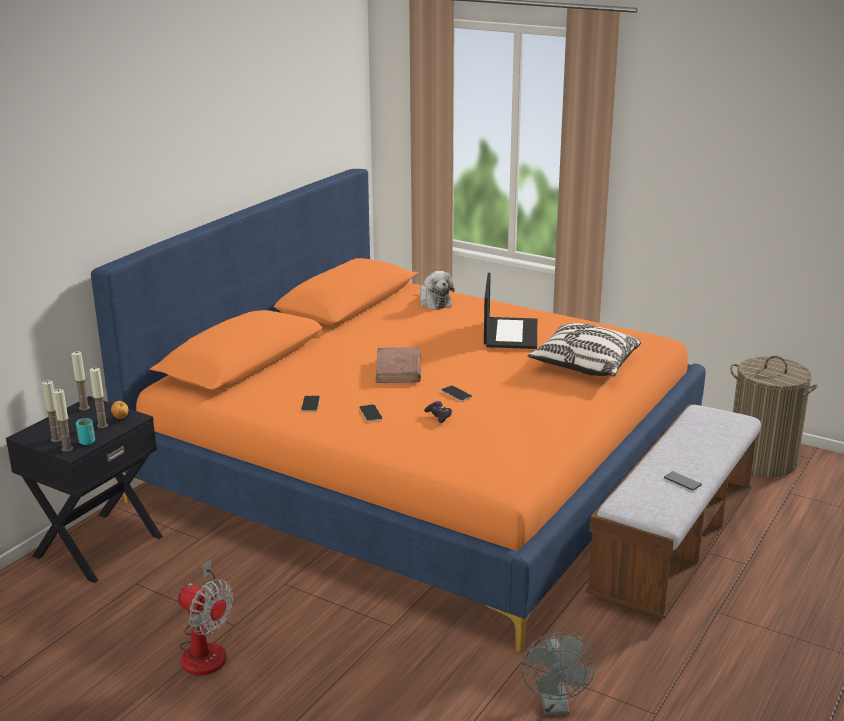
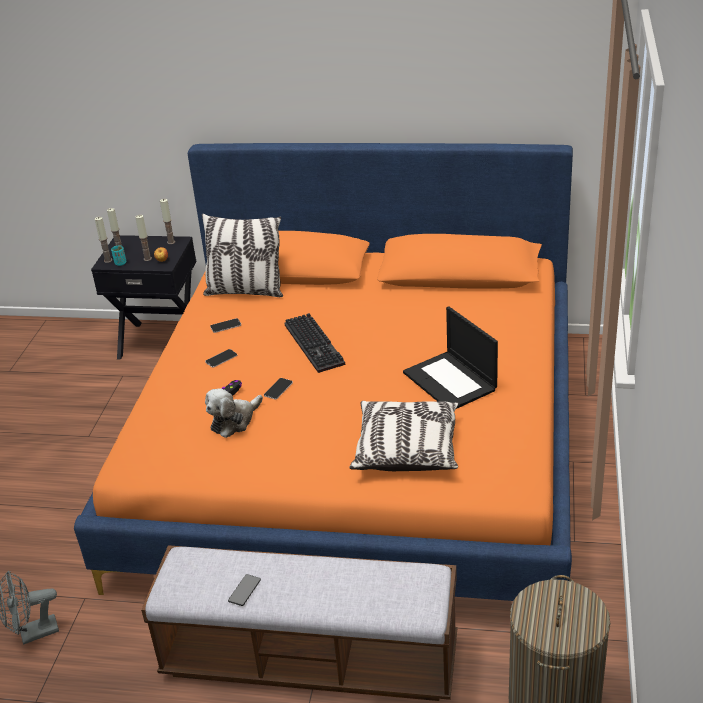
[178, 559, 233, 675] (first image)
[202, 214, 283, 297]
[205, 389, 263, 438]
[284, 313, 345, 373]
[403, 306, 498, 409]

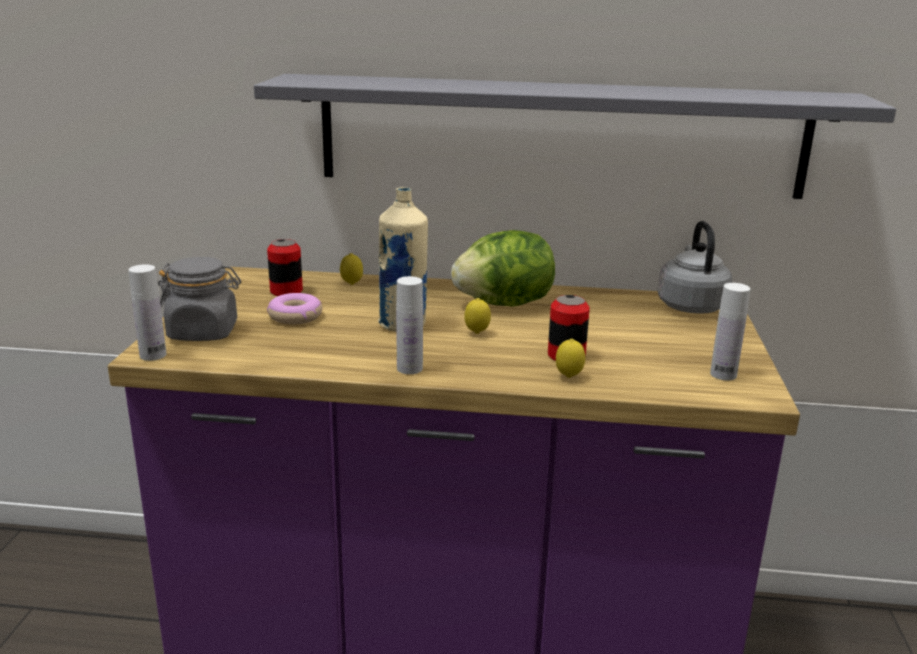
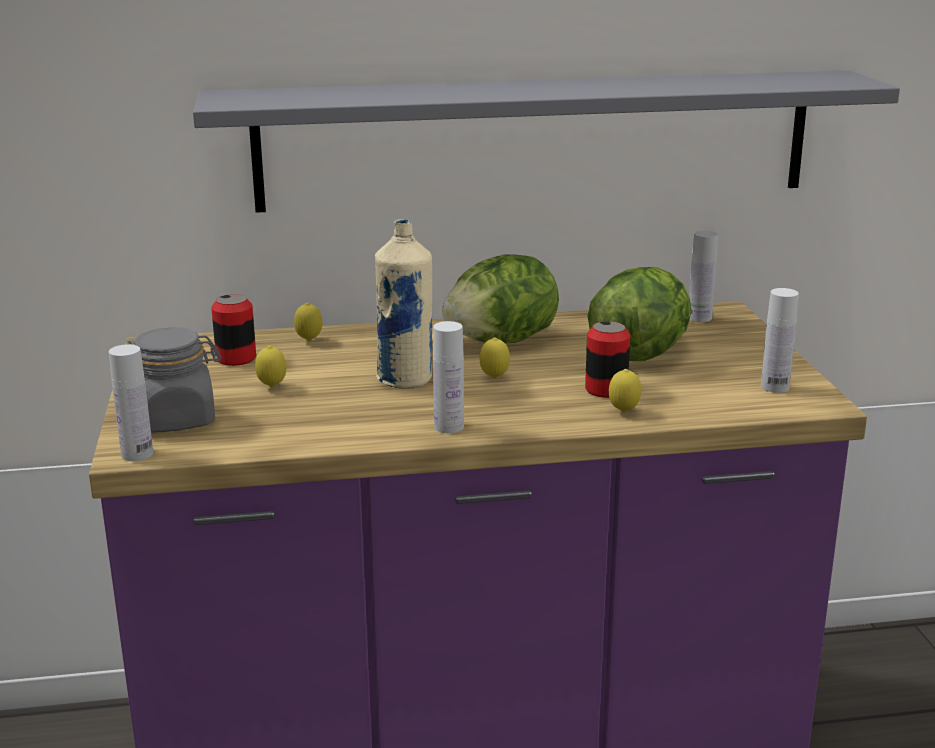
[587, 267, 691, 361]
[255, 346, 287, 387]
[689, 231, 718, 322]

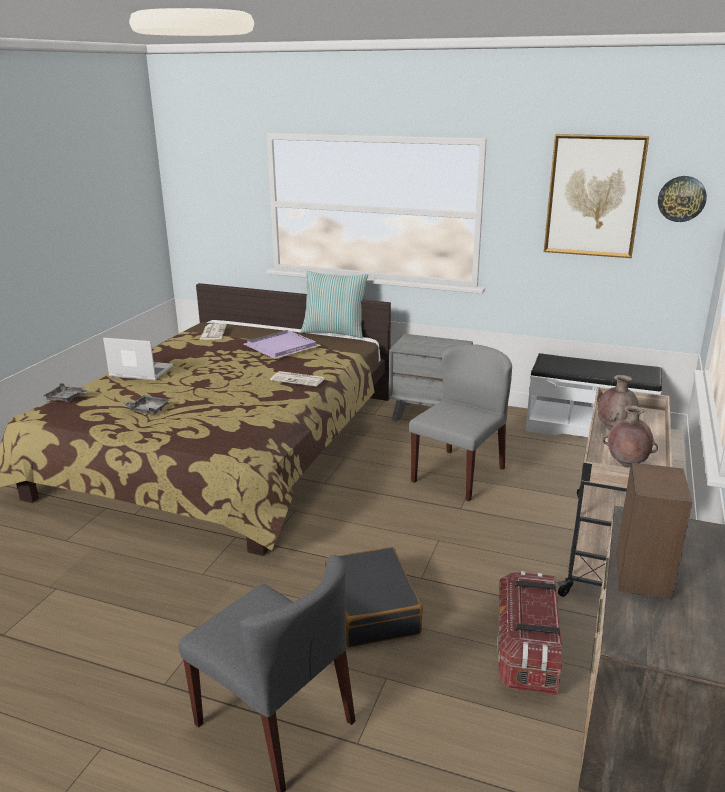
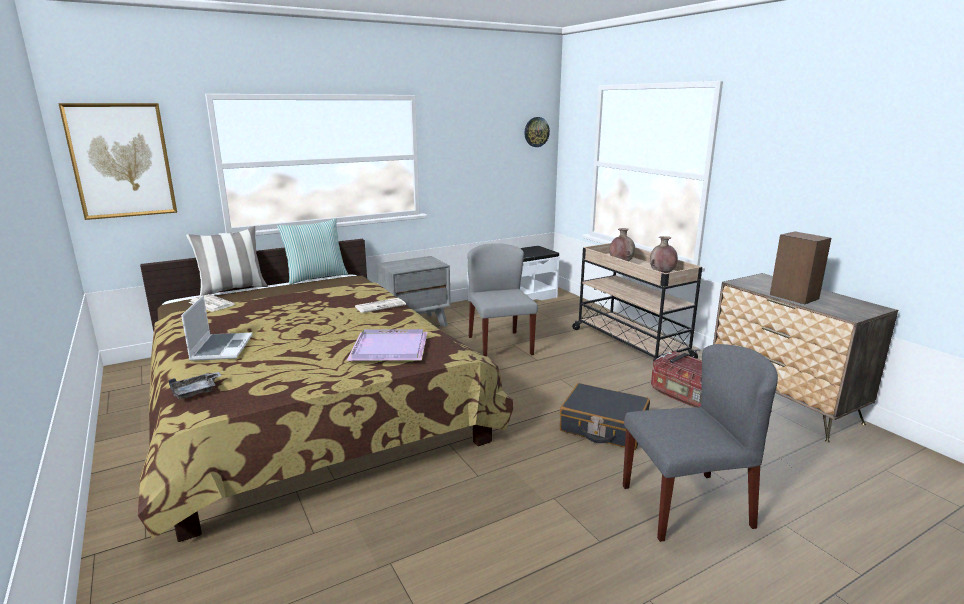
[122, 395, 170, 415] (first image)
[186, 226, 268, 296]
[346, 329, 427, 362]
[58, 103, 177, 220]
[181, 295, 252, 361]

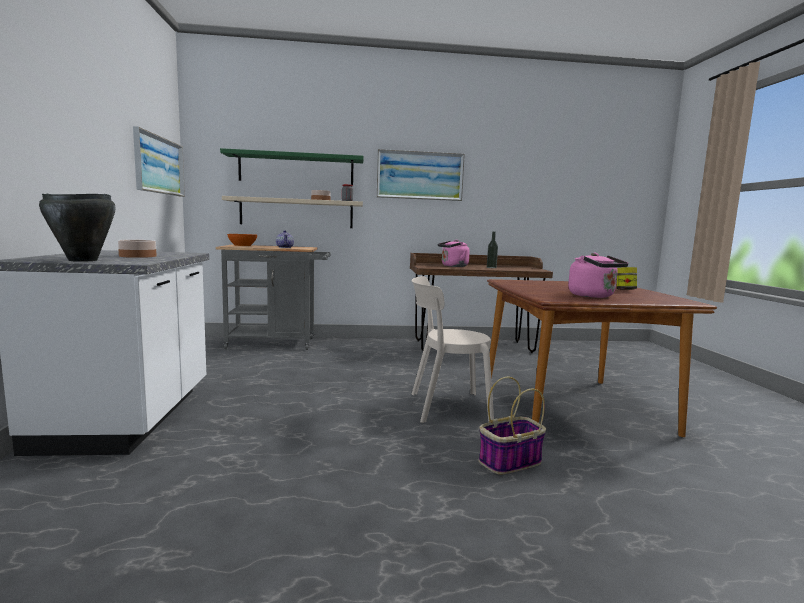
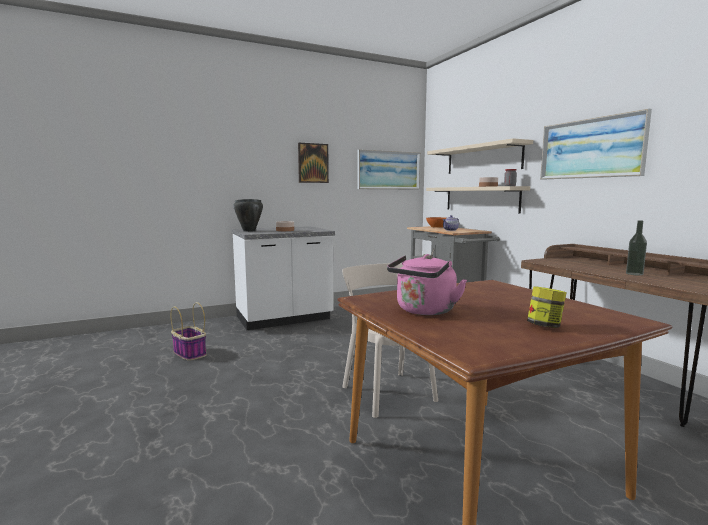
[438, 240, 470, 267] (first image)
[298, 143, 329, 183]
[170, 302, 206, 361]
[427, 138, 533, 174]

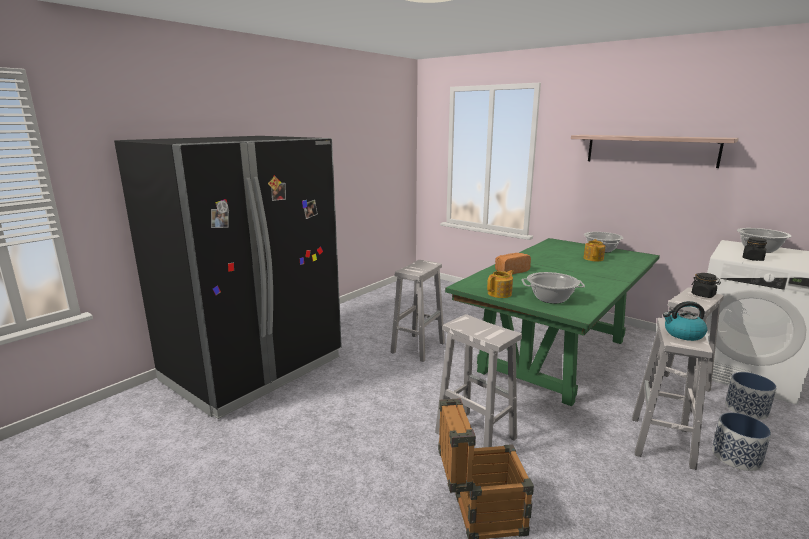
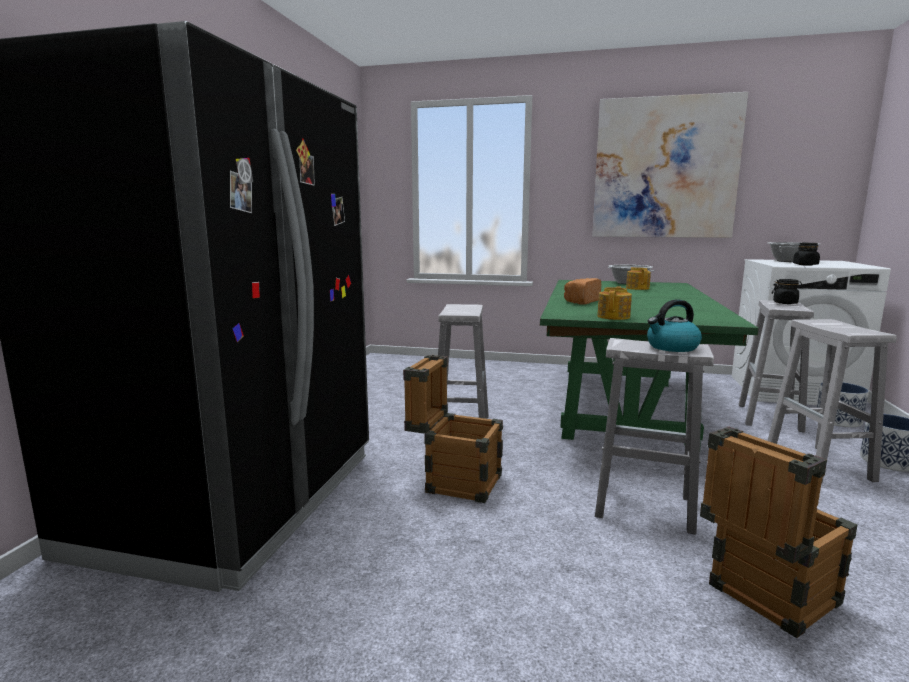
[522, 272, 585, 304] (first image)
[403, 355, 503, 503]
[647, 299, 702, 352]
[592, 92, 748, 238]

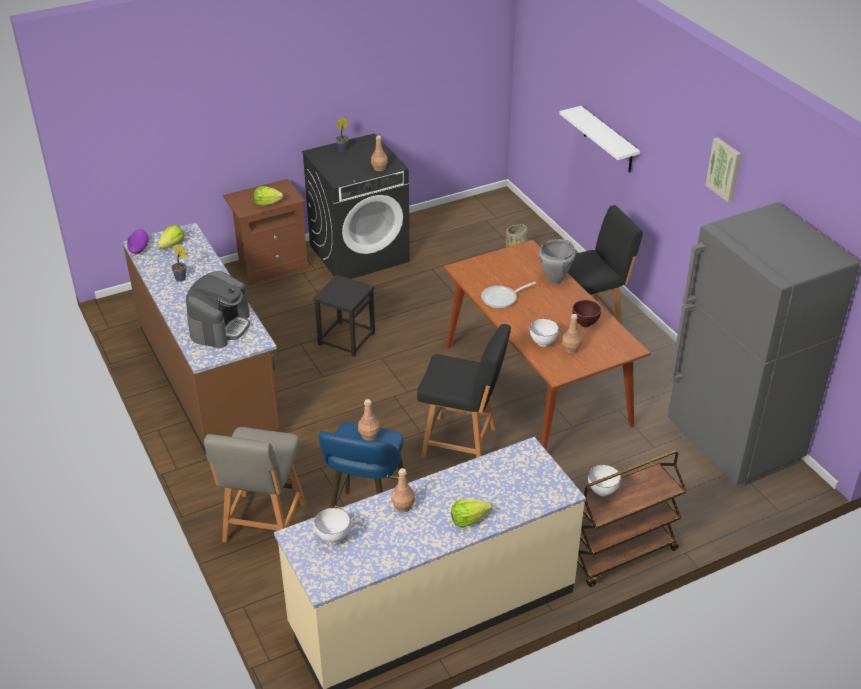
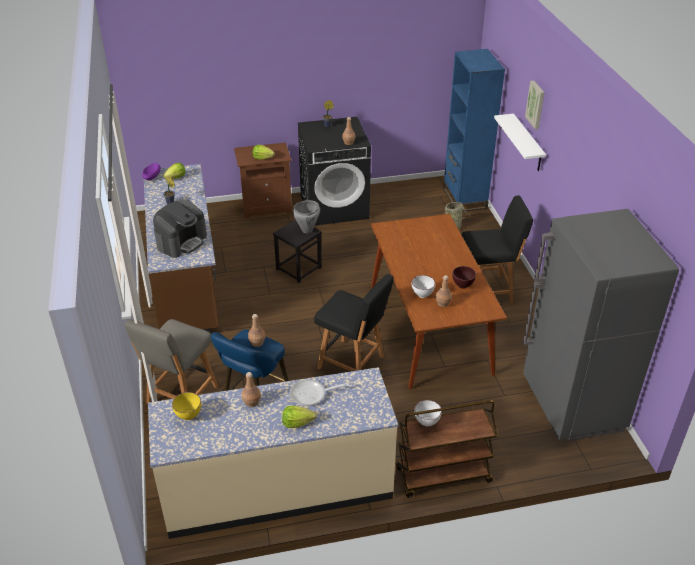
[443, 49, 505, 212]
[290, 379, 349, 406]
[293, 200, 320, 233]
[525, 81, 545, 129]
[172, 392, 201, 420]

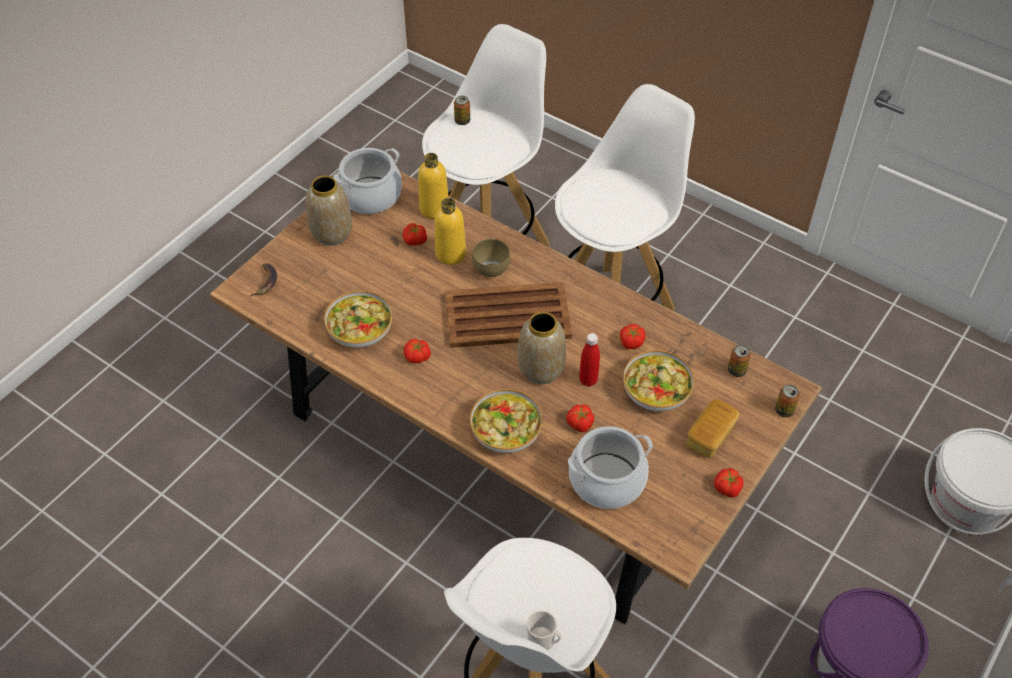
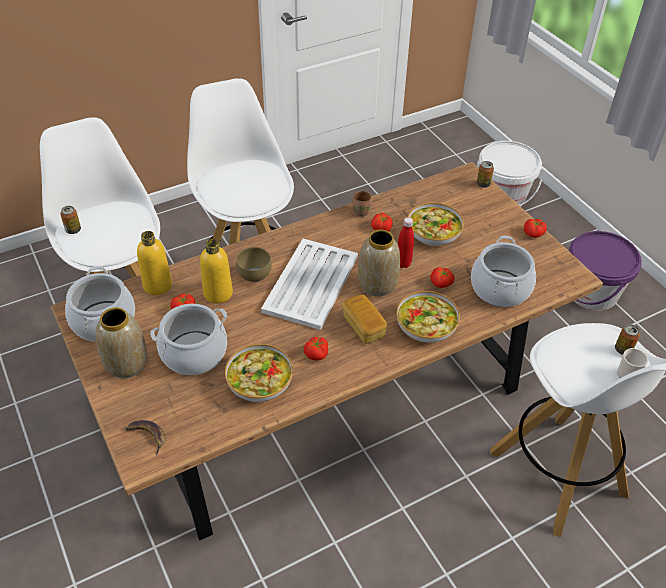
[150, 304, 227, 375]
[353, 191, 372, 217]
[342, 295, 387, 344]
[615, 324, 640, 355]
[261, 239, 358, 330]

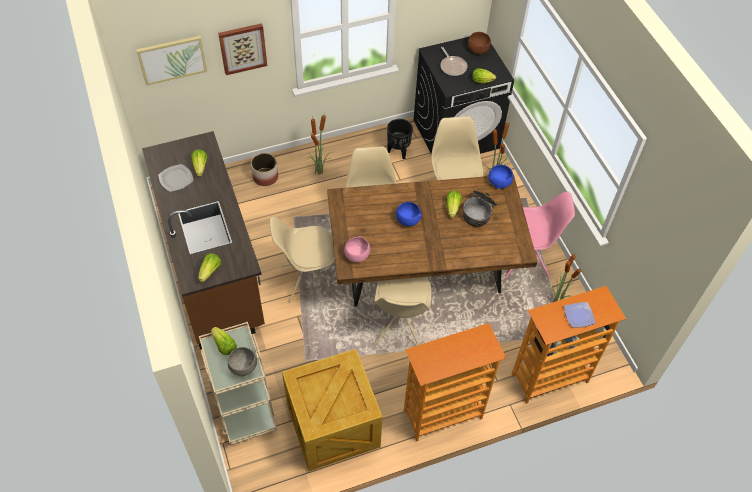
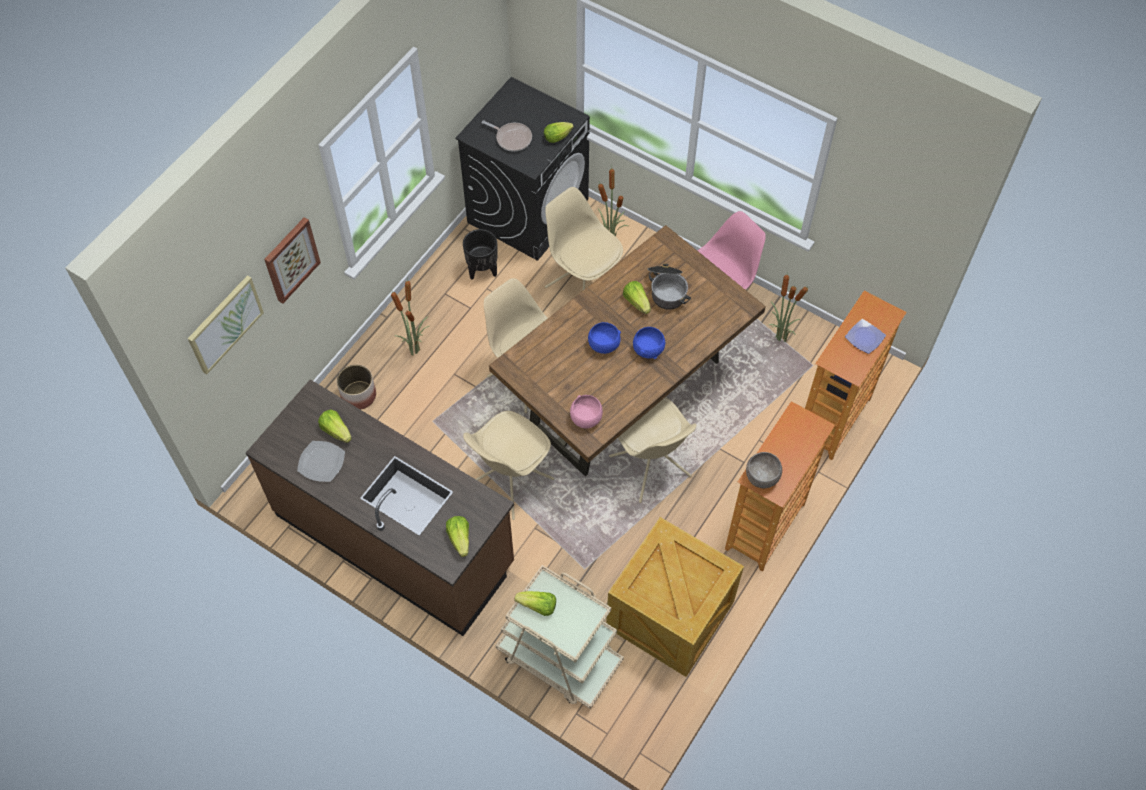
[468, 32, 491, 54] (first image)
[746, 452, 782, 488]
[633, 327, 665, 359]

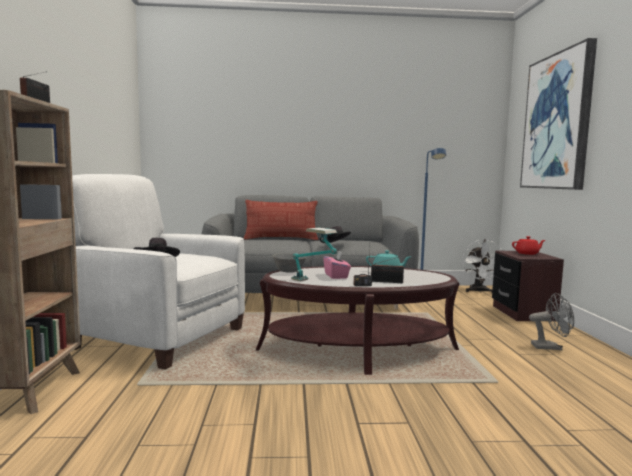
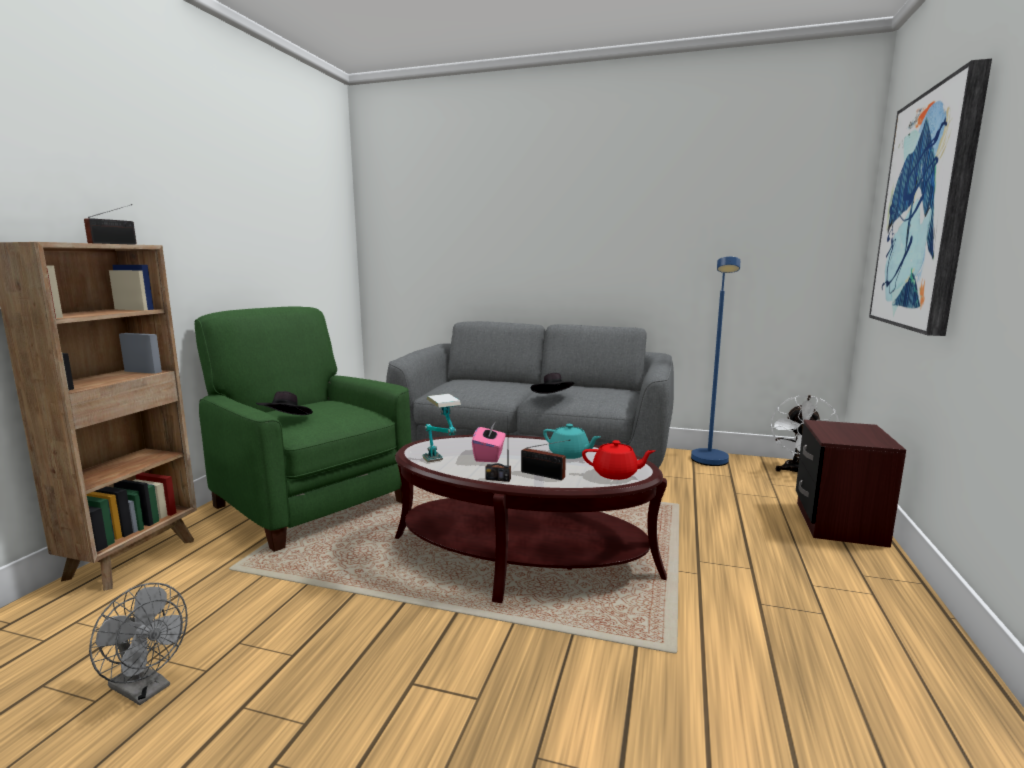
[244, 200, 318, 240] (first image)
[272, 253, 306, 273] (first image)
[582, 440, 655, 480]
[89, 583, 187, 705]
[195, 306, 411, 552]

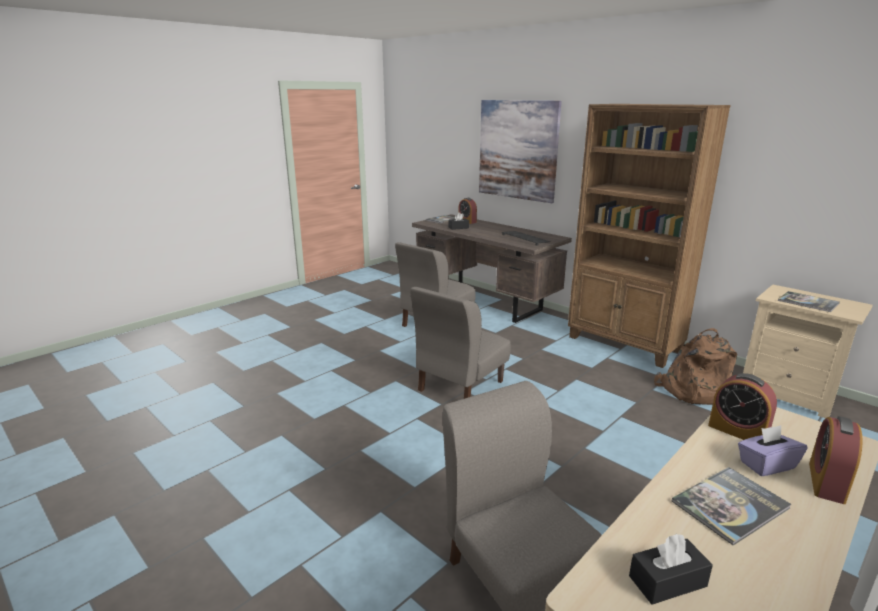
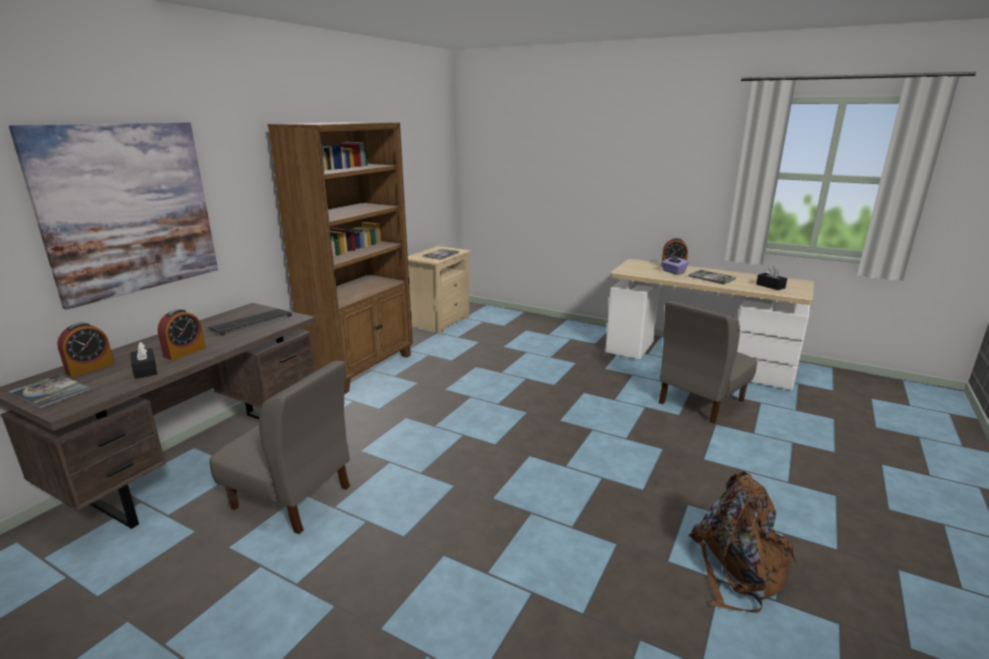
[410, 287, 511, 399] (first image)
[689, 472, 798, 613]
[158, 309, 206, 360]

